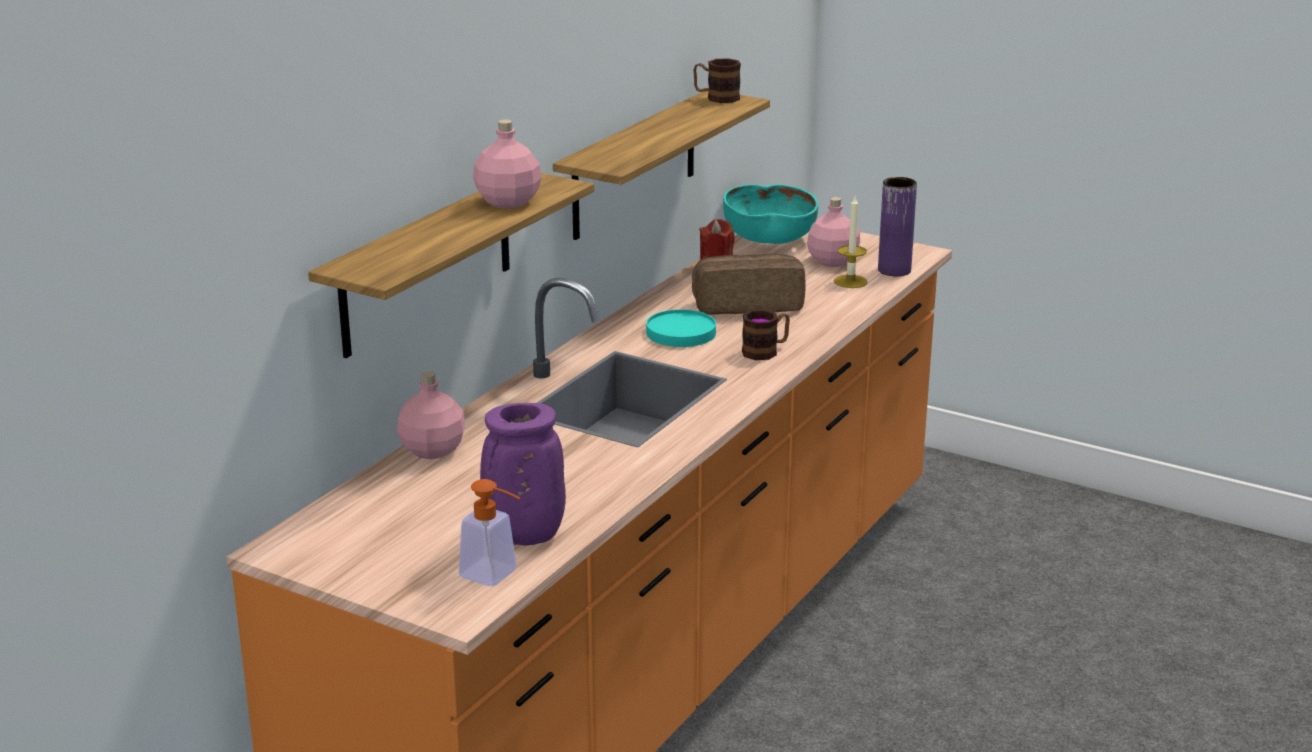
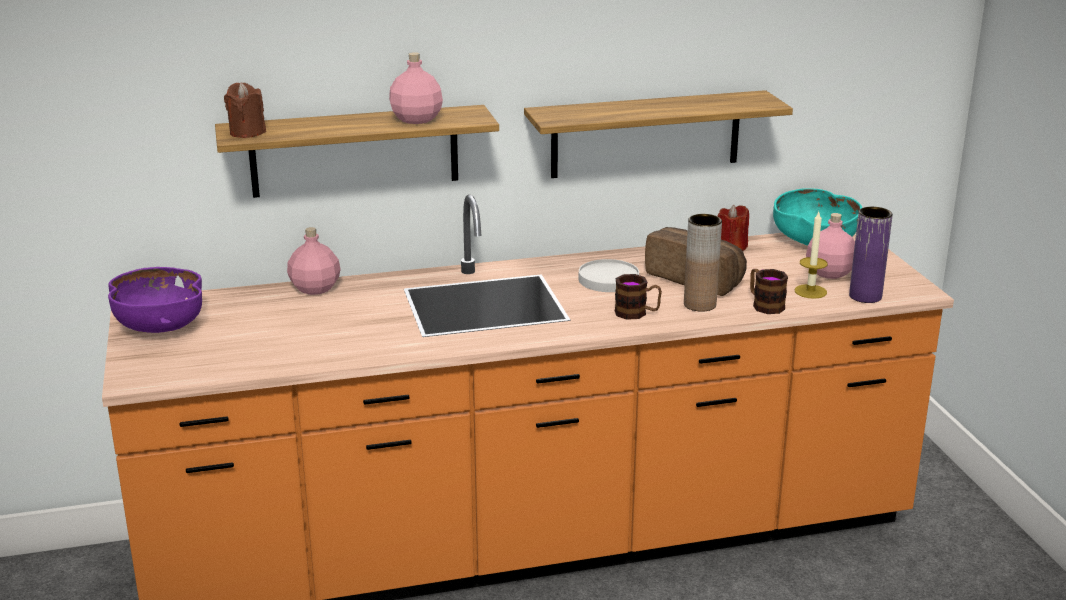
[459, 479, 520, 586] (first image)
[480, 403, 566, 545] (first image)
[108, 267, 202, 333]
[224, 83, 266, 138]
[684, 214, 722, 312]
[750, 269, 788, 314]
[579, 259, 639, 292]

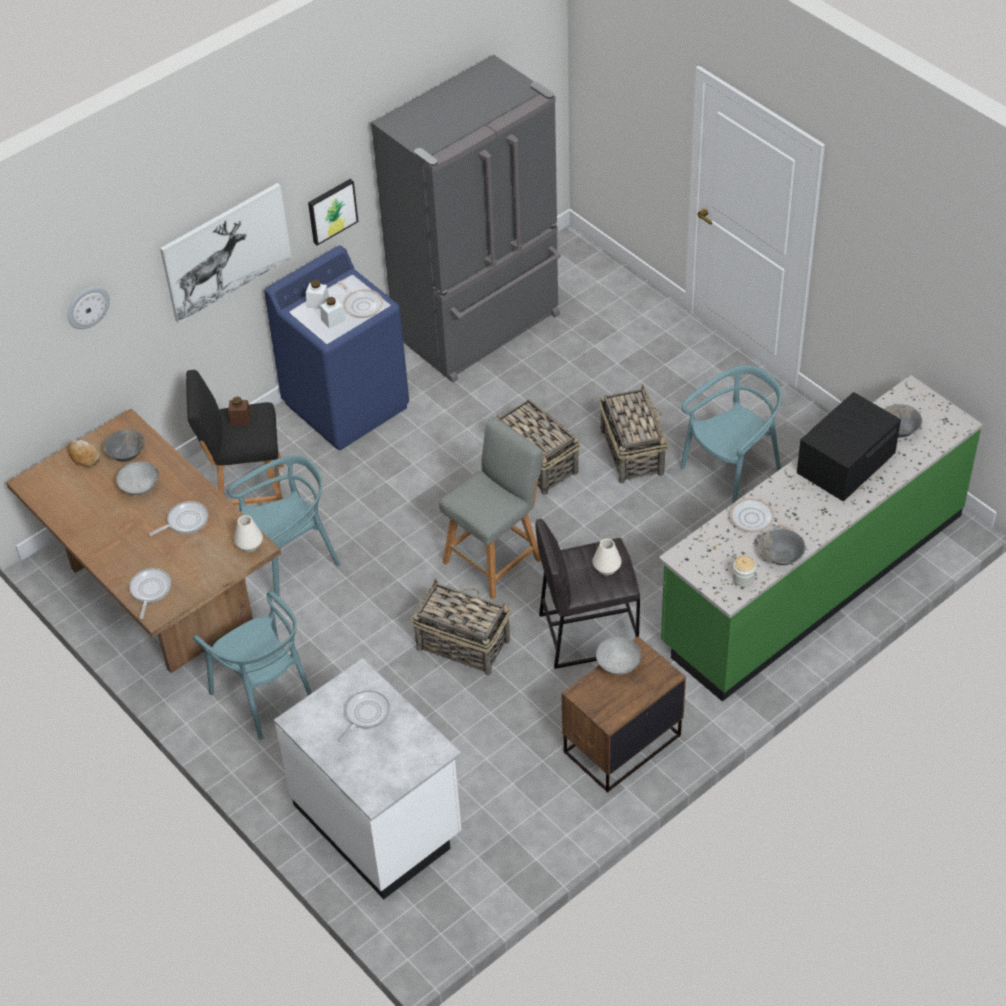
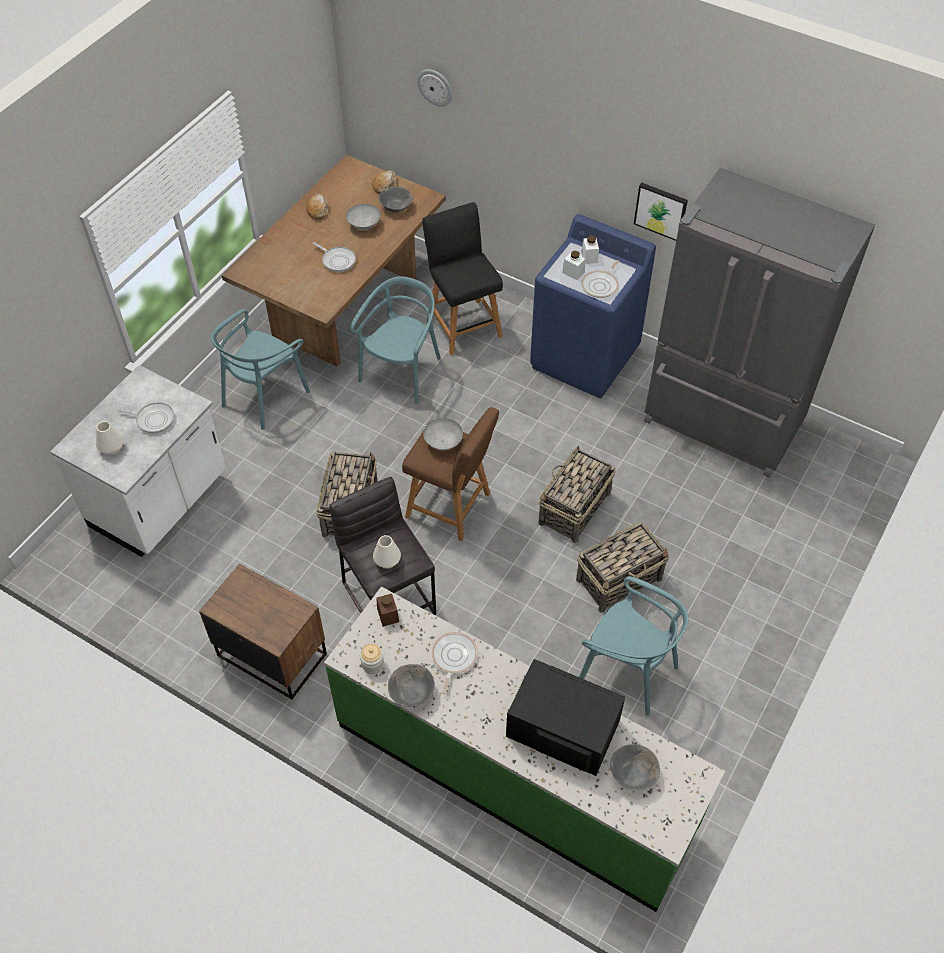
[129, 568, 171, 619] (first image)
[160, 183, 291, 323] (first image)
[306, 194, 329, 219]
[376, 593, 399, 627]
[96, 421, 124, 455]
[424, 418, 463, 451]
[402, 407, 499, 541]
[350, 276, 441, 404]

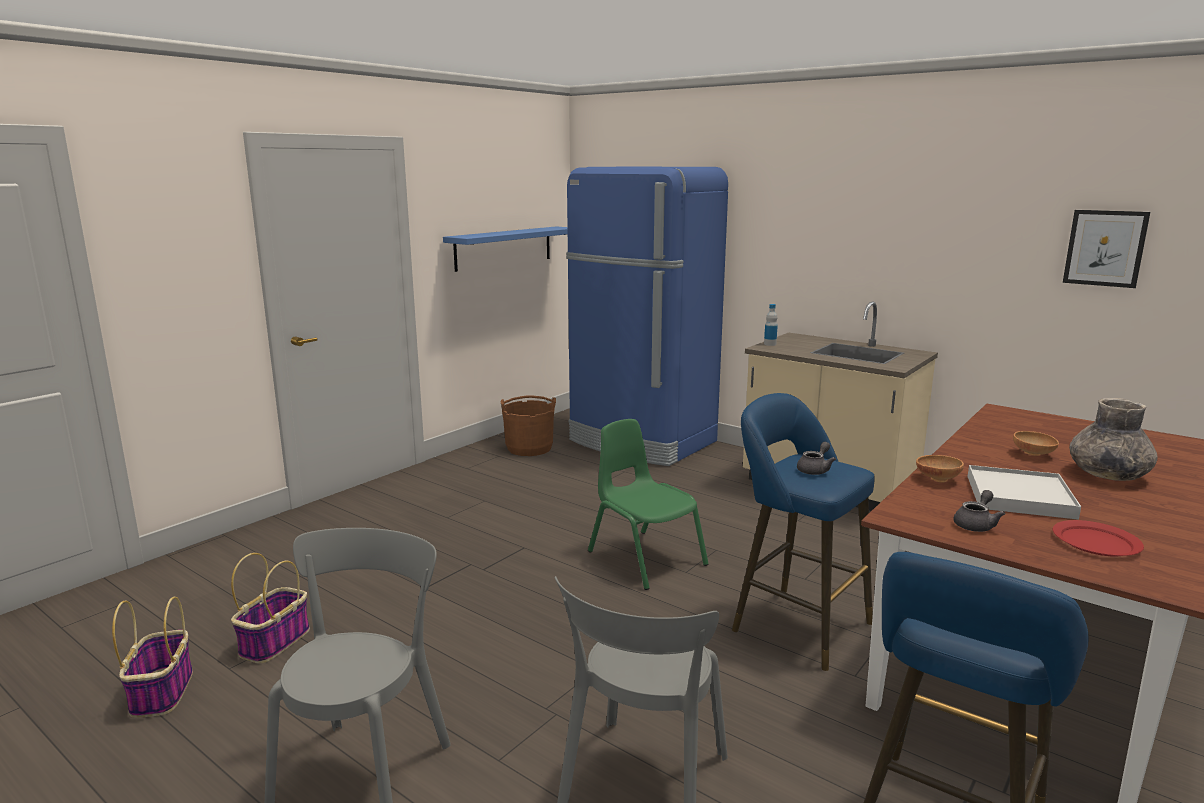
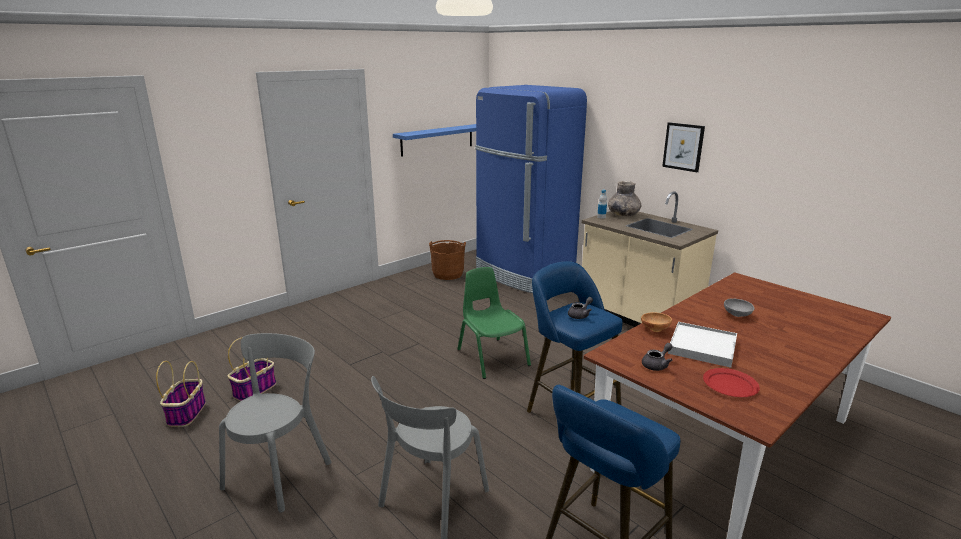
[662, 122, 705, 172]
[608, 181, 641, 217]
[724, 299, 754, 317]

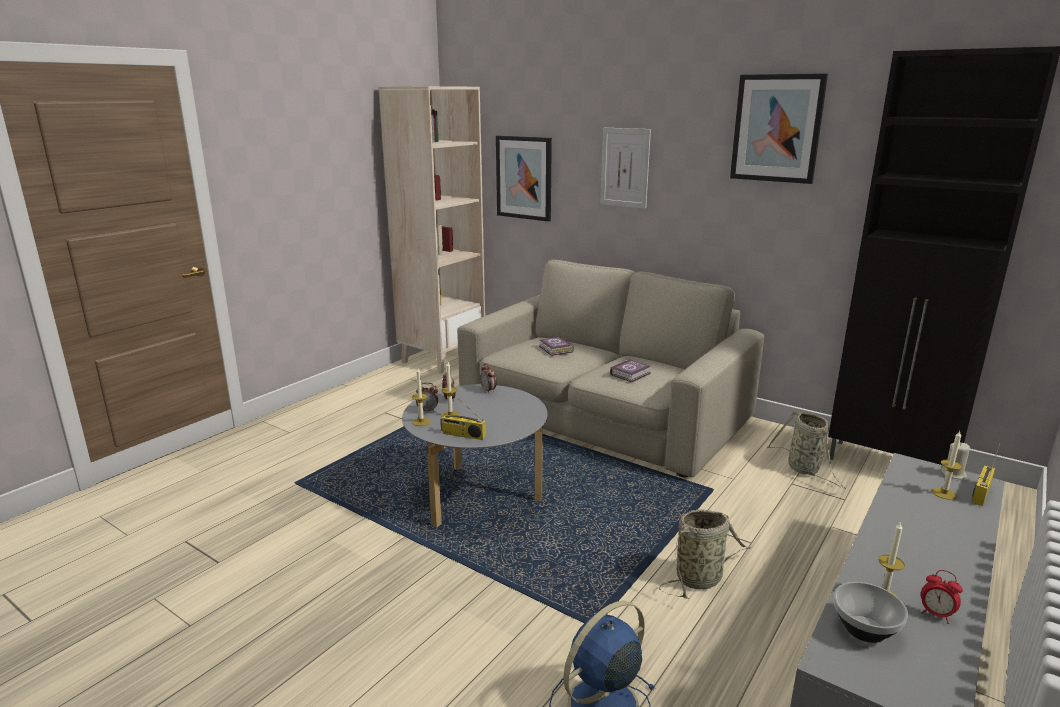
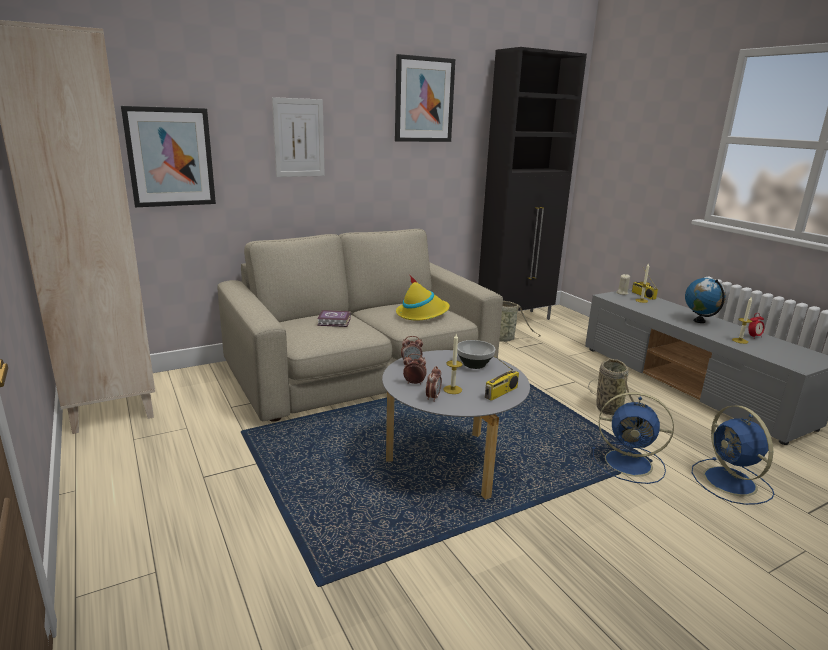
[412, 368, 431, 426] (first image)
[592, 392, 674, 484]
[685, 278, 726, 323]
[457, 340, 495, 369]
[396, 274, 450, 320]

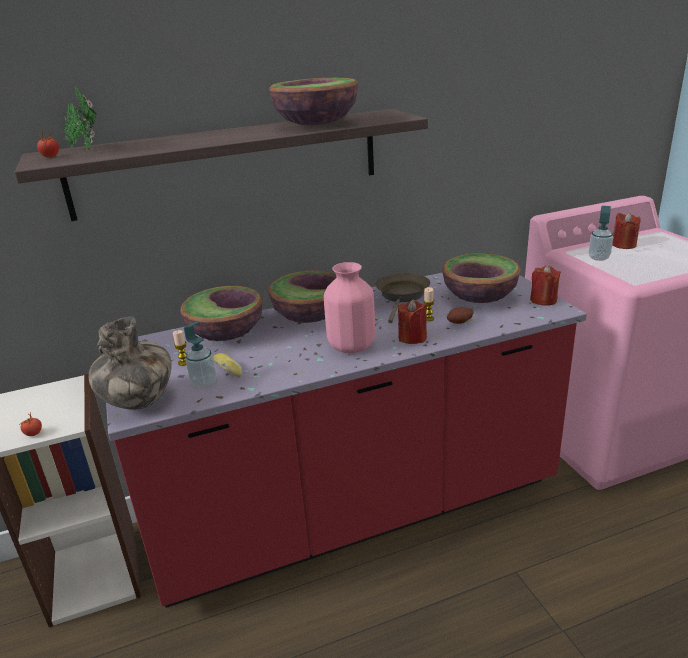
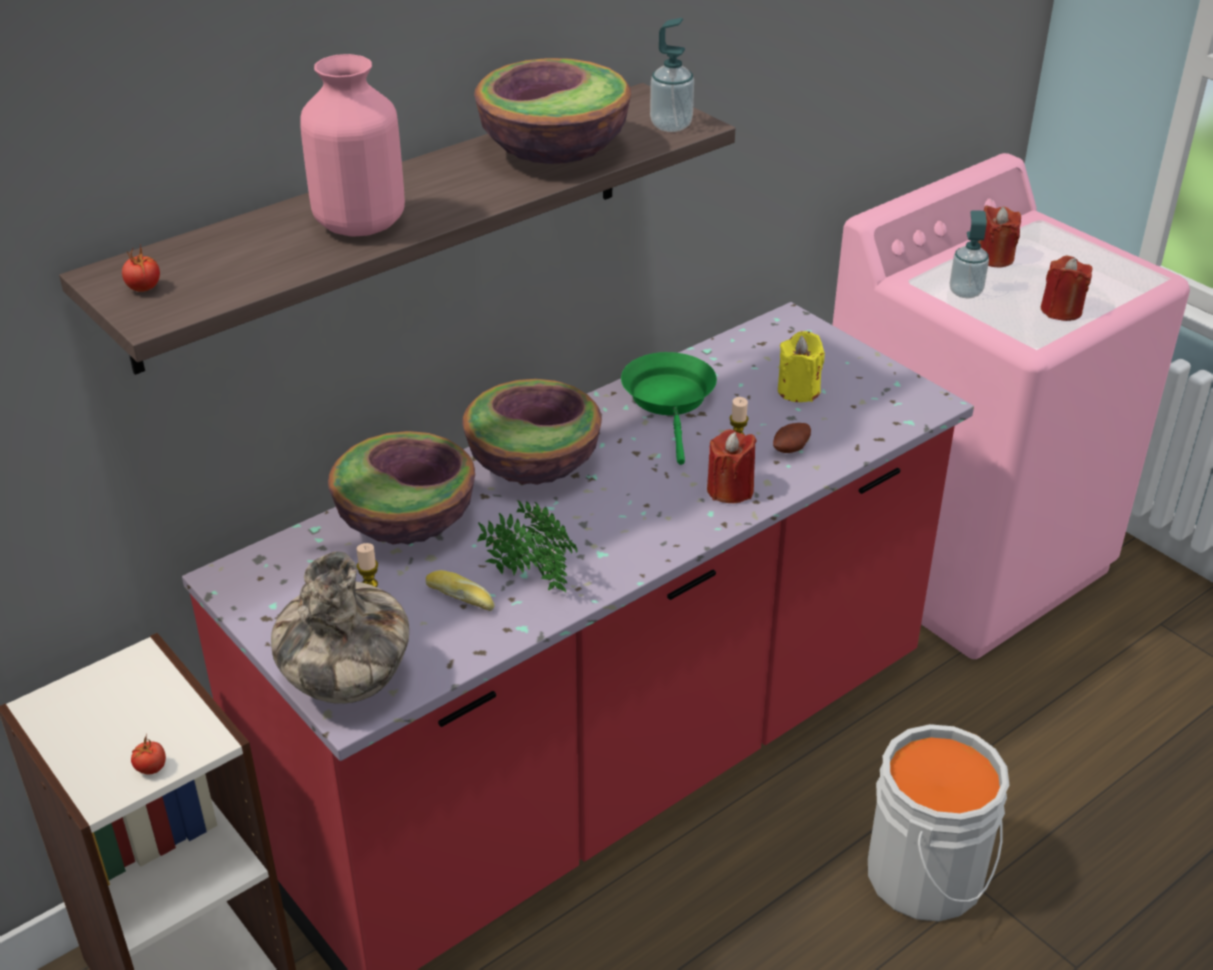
[868, 724, 1009, 921]
[477, 500, 578, 592]
[650, 18, 694, 132]
[300, 54, 405, 237]
[1041, 256, 1093, 321]
[778, 331, 825, 402]
[621, 352, 717, 465]

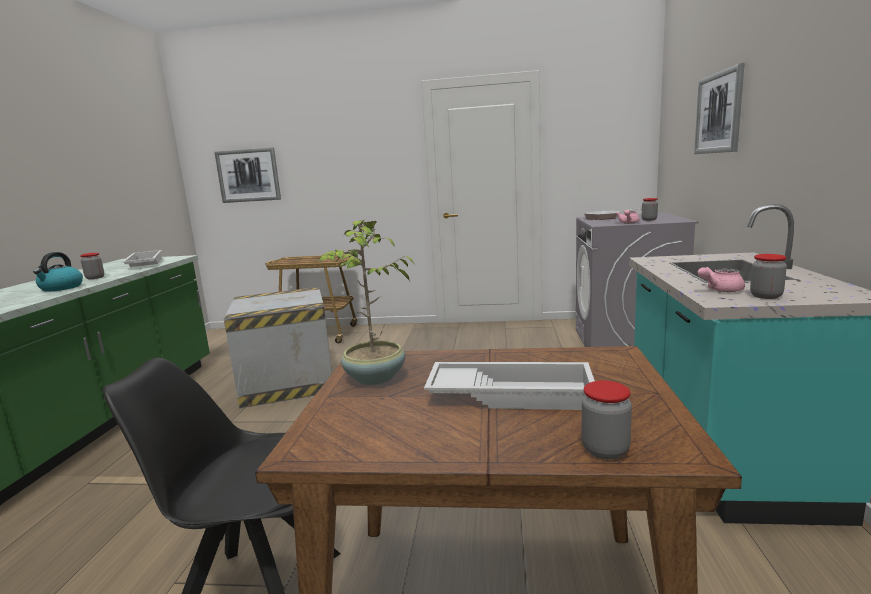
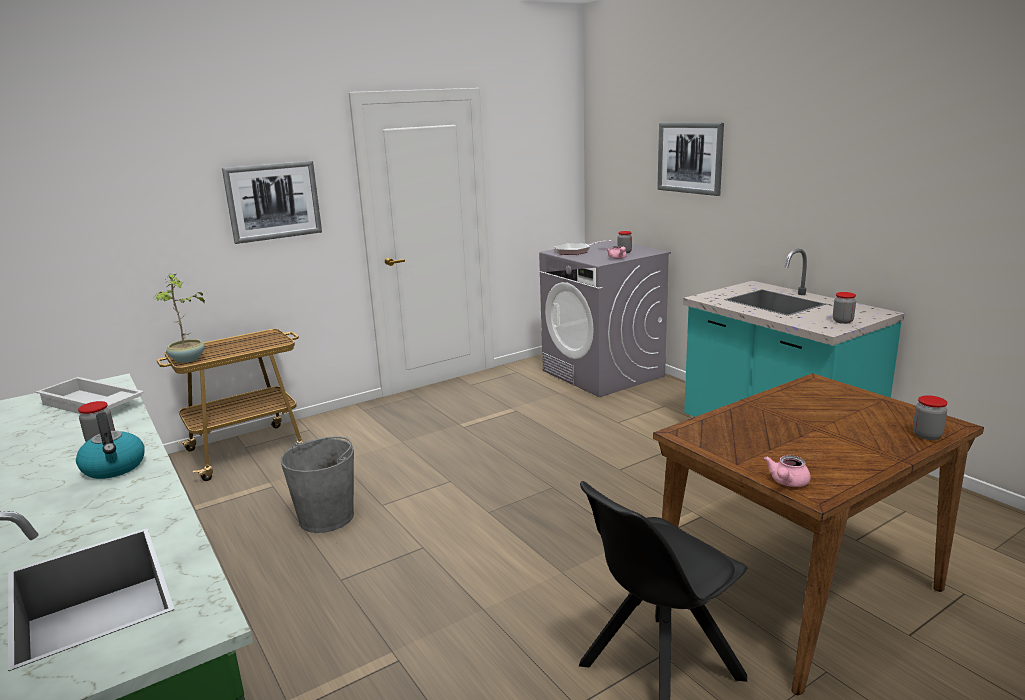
[424, 362, 595, 410] (first image)
[222, 161, 322, 244]
[154, 273, 206, 363]
[764, 455, 811, 487]
[280, 436, 354, 533]

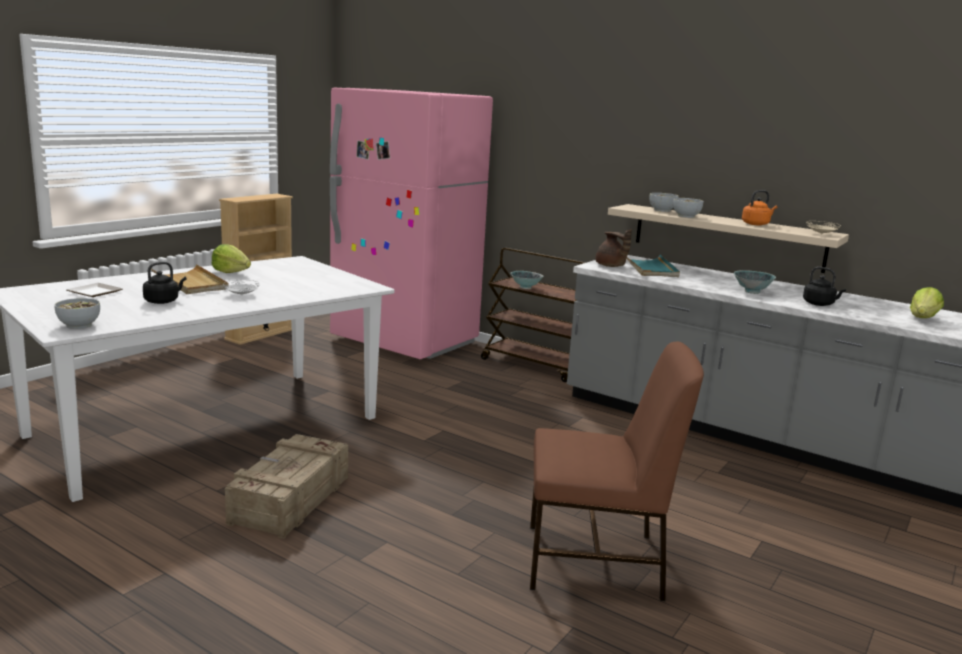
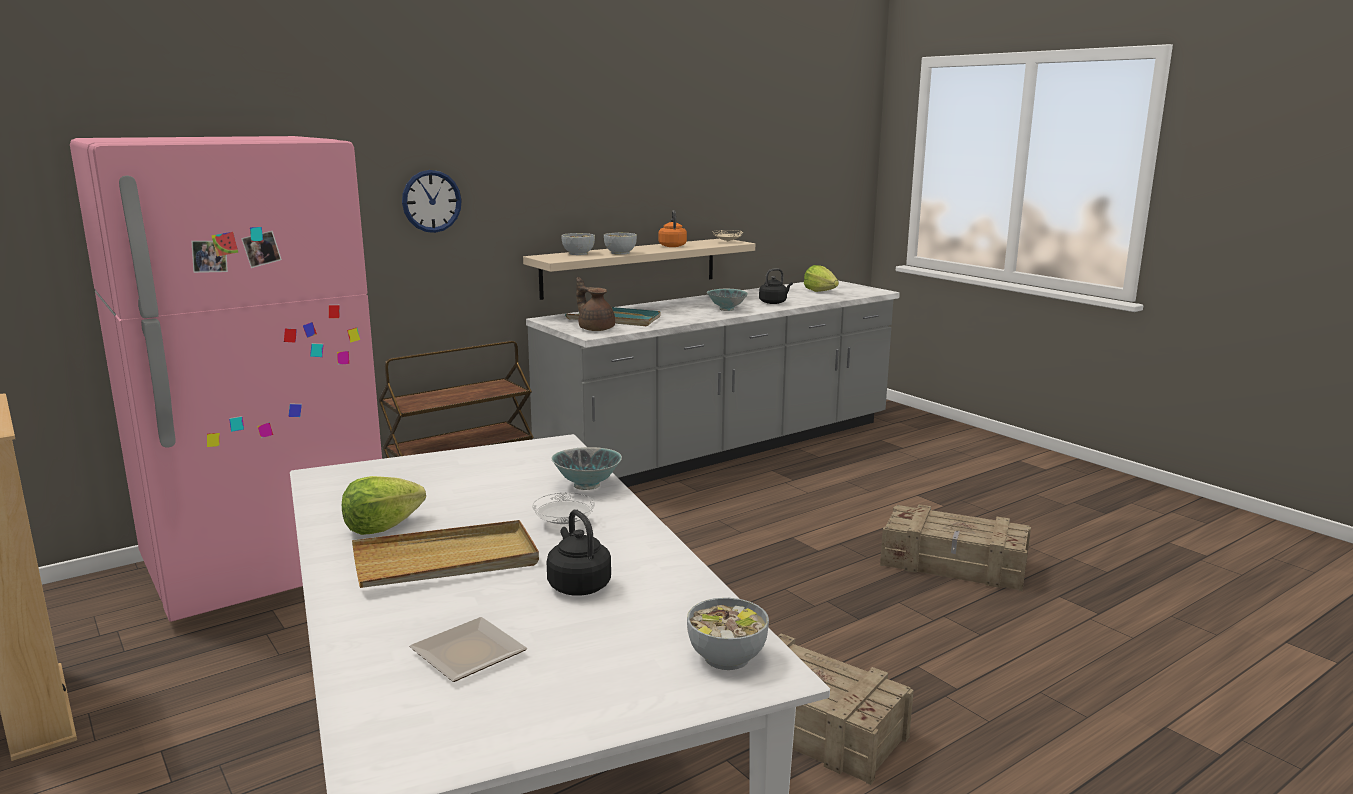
[402, 170, 462, 233]
[551, 447, 622, 490]
[880, 505, 1031, 591]
[576, 277, 615, 331]

